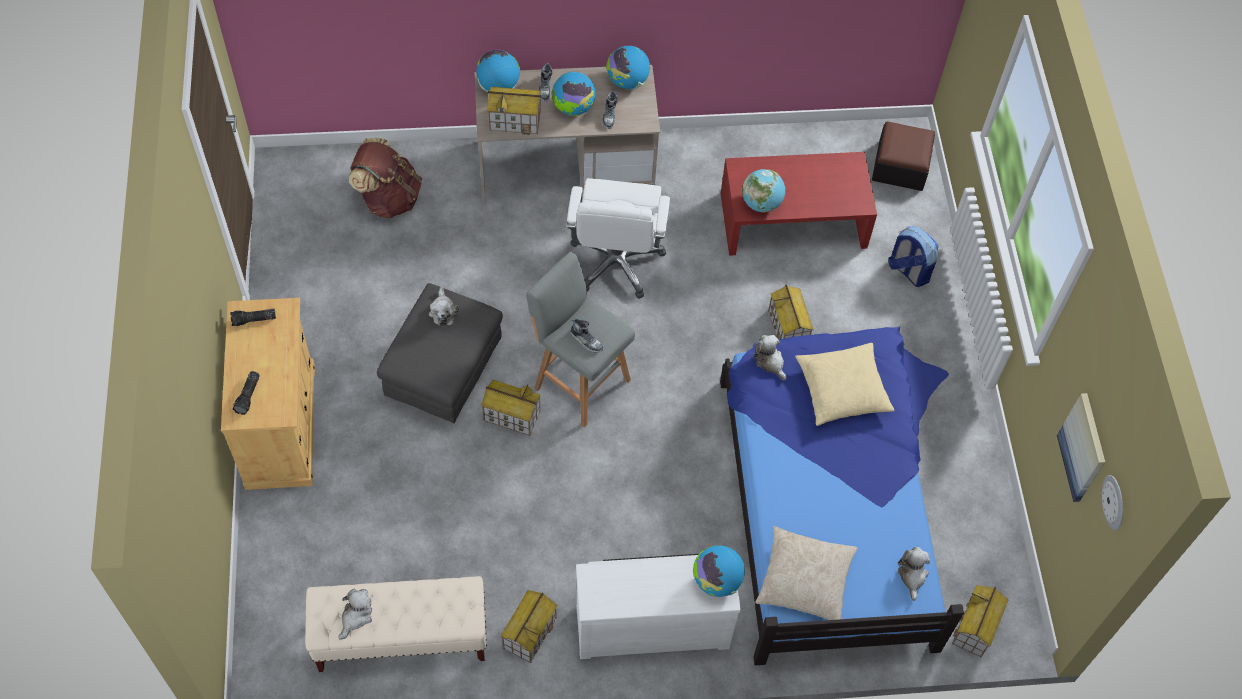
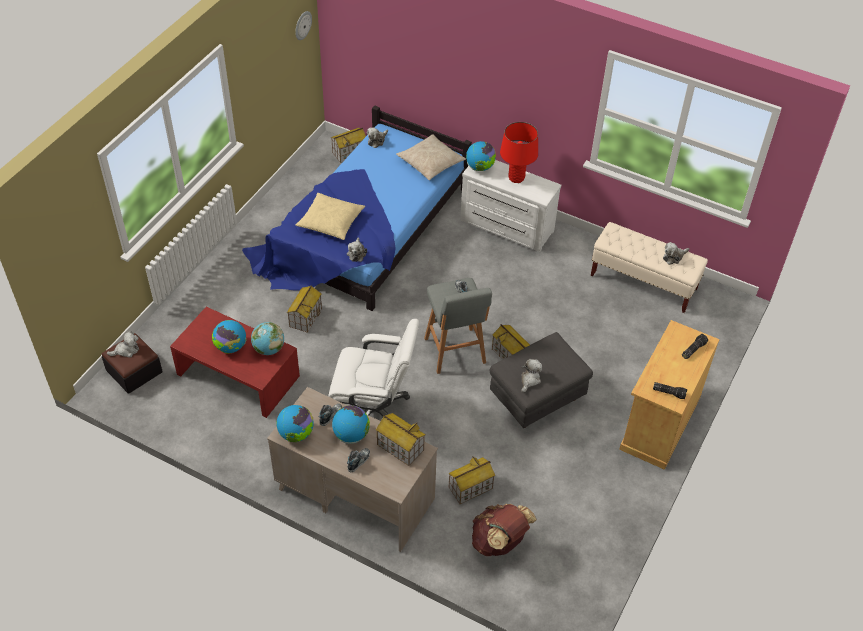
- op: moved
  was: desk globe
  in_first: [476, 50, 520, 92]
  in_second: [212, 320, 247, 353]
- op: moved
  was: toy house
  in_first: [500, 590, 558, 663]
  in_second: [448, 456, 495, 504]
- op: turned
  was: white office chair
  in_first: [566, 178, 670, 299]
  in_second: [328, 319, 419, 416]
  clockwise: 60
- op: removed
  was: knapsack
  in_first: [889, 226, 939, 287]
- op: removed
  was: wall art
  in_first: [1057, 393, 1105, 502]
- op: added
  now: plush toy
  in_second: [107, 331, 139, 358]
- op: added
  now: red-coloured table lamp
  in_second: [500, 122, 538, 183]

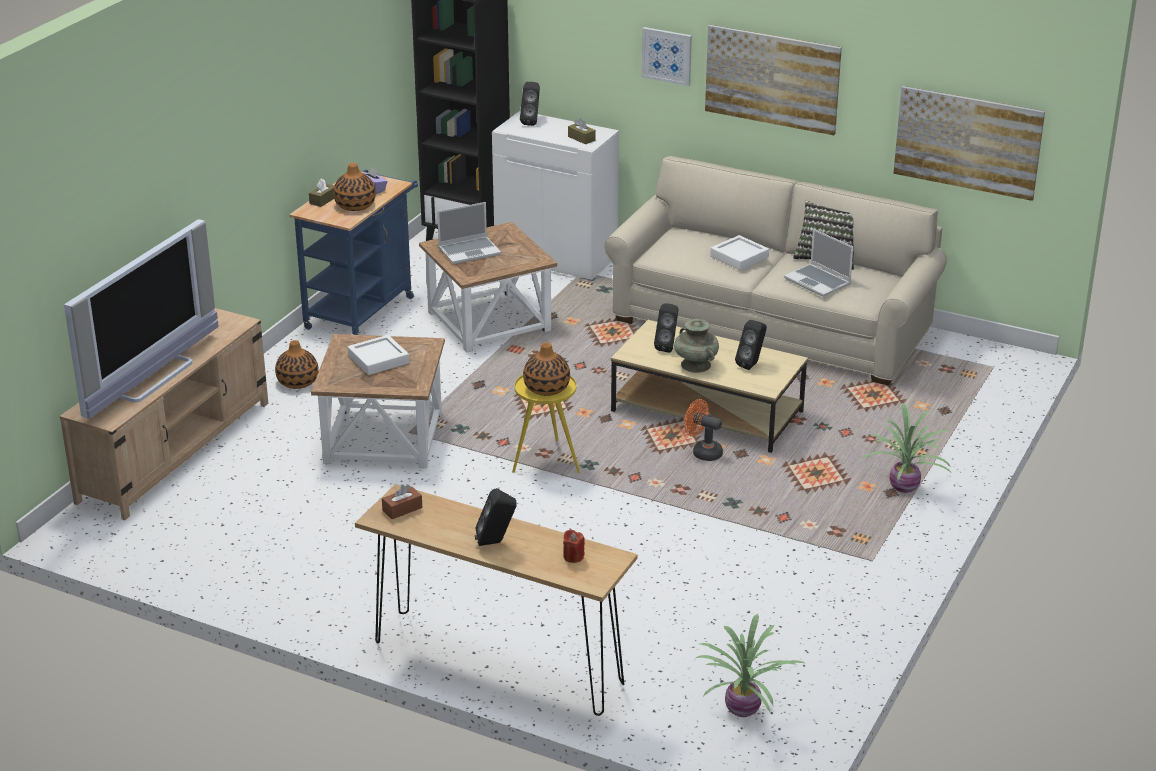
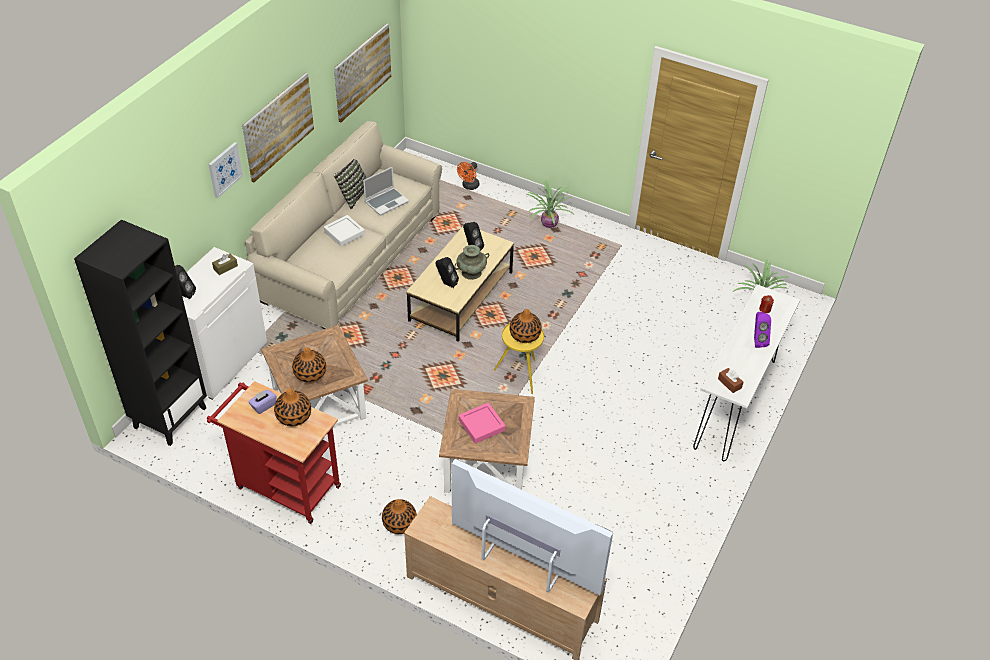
- op: recoloured
  was: blue wheeled cart
  now: red-coloured wheeled cart
  in_first: [289, 170, 418, 335]
  in_second: [207, 381, 341, 524]
- op: removed
  was: brownish tissue holder
  in_first: [309, 178, 334, 207]
- op: recoloured
  was: white tray
  now: pinkish tray
  in_first: [348, 335, 409, 375]
  in_second: [459, 403, 506, 444]
- op: recoloured
  was: brownish console table
  now: white console table
  in_first: [355, 484, 638, 716]
  in_second: [693, 284, 800, 461]
- op: replaced
  was: portable computer
  now: decorative vase
  in_first: [437, 202, 501, 264]
  in_second: [292, 347, 326, 383]
- op: recoloured
  was: black-coloured loudspeaker
  now: purple loudspeaker
  in_first: [475, 488, 517, 546]
  in_second: [754, 312, 771, 348]
- op: moved
  was: orange electric fan
  in_first: [684, 399, 723, 461]
  in_second: [457, 162, 479, 190]

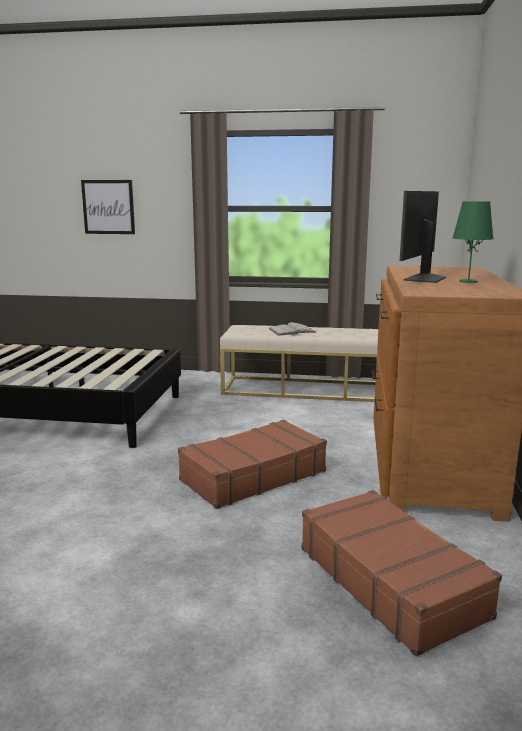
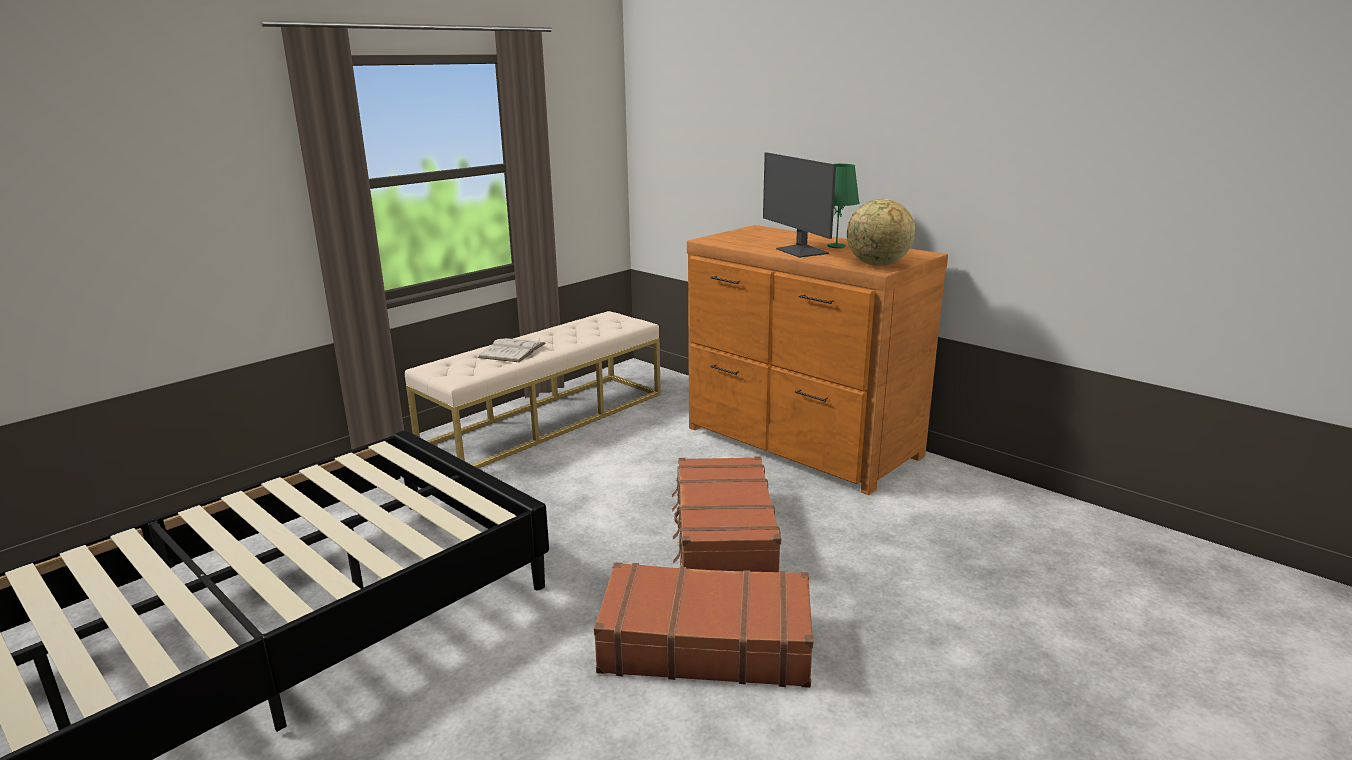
- op: removed
  was: wall art
  in_first: [81, 180, 135, 234]
- op: moved
  was: brownish piece of luggage
  in_first: [301, 490, 502, 656]
  in_second: [594, 562, 814, 688]
- op: added
  now: desk globe
  in_second: [847, 199, 915, 266]

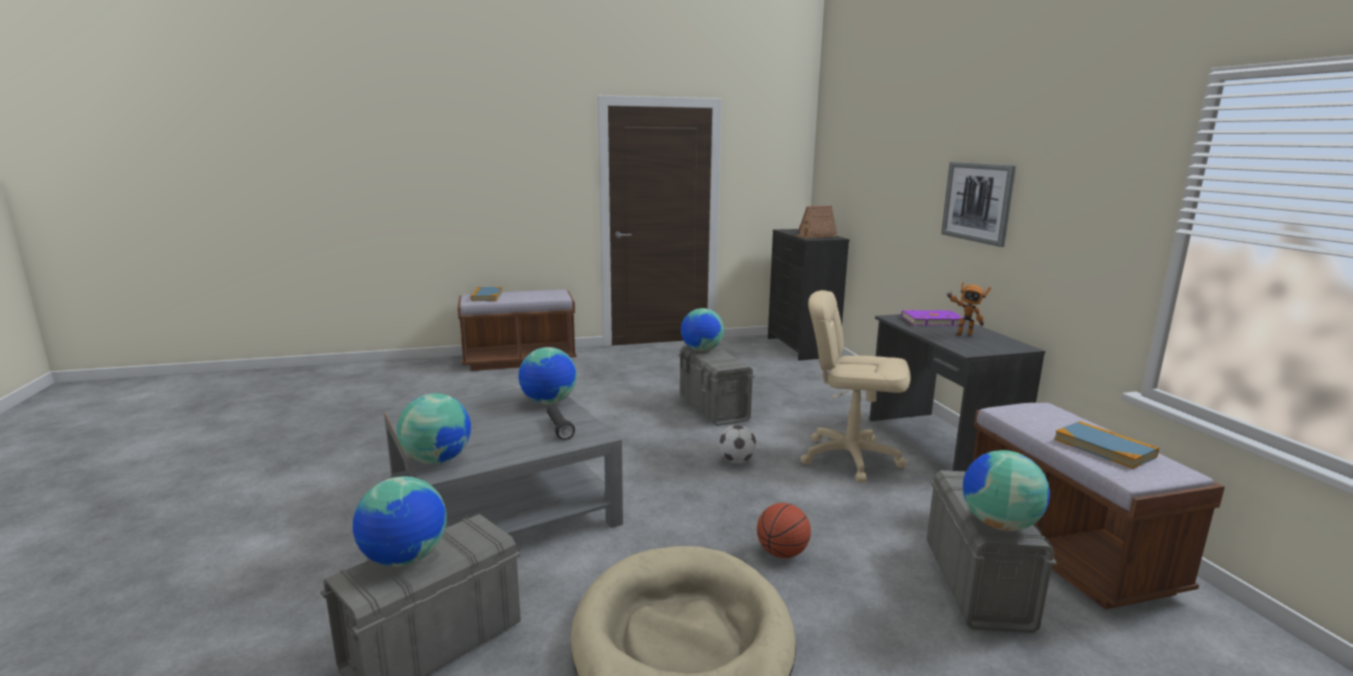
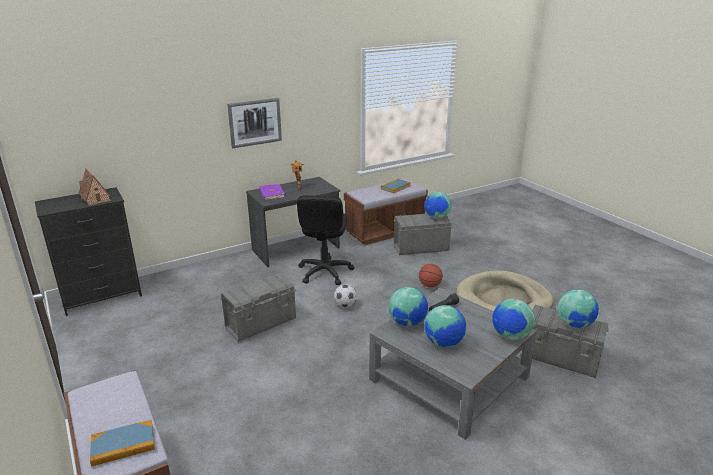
- op: moved
  was: desk globe
  in_first: [681, 308, 724, 352]
  in_second: [424, 305, 466, 347]
- op: recoloured
  was: beige office chair
  now: black-coloured office chair
  in_first: [800, 290, 911, 482]
  in_second: [297, 195, 354, 285]

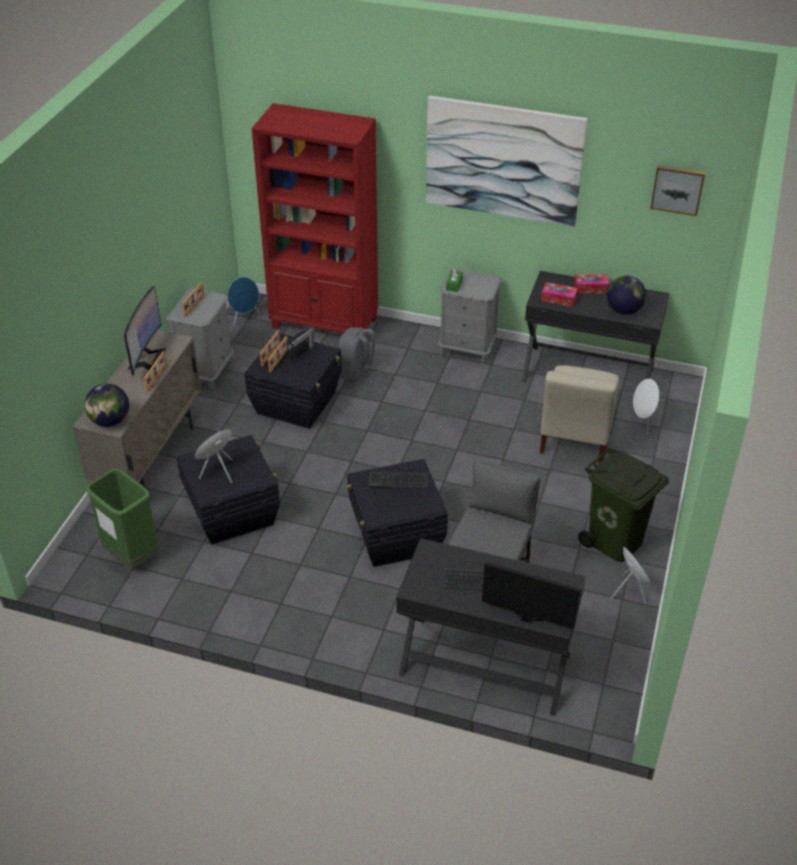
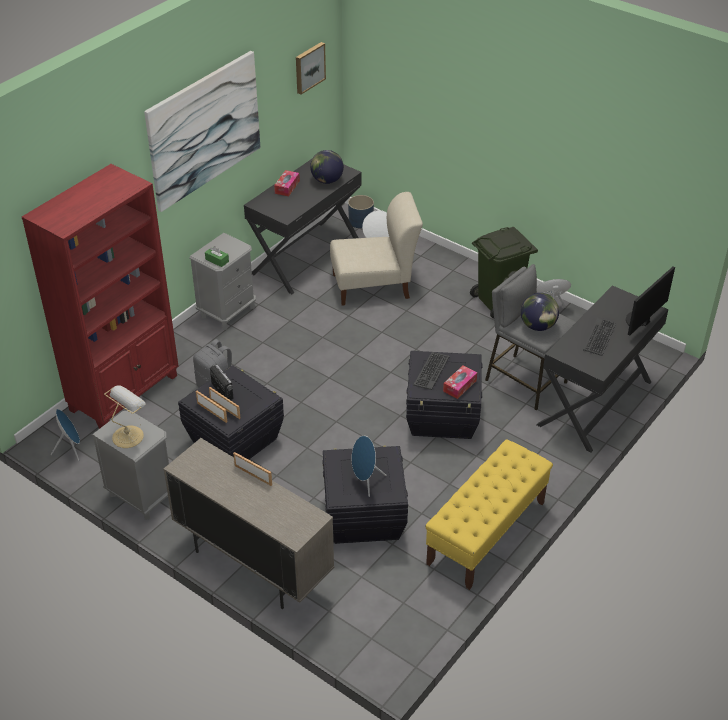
- op: moved
  was: desk globe
  in_first: [85, 384, 129, 427]
  in_second: [521, 293, 559, 331]
- op: removed
  was: green trash can
  in_first: [86, 469, 159, 568]
- op: removed
  was: monitor
  in_first: [124, 286, 166, 375]
- op: replaced
  was: picture frame
  now: table lamp
  in_first: [182, 282, 204, 317]
  in_second: [104, 386, 146, 448]
- op: turned
  was: beige plain chair
  in_first: [540, 365, 619, 463]
  in_second: [330, 192, 423, 306]
  clockwise: -45
- op: moved
  was: tissue holder
  in_first: [541, 282, 578, 307]
  in_second: [443, 366, 477, 399]
- op: added
  now: blue planter
  in_second: [348, 195, 374, 228]
- op: added
  now: yellowish long seat
  in_second: [425, 439, 553, 590]

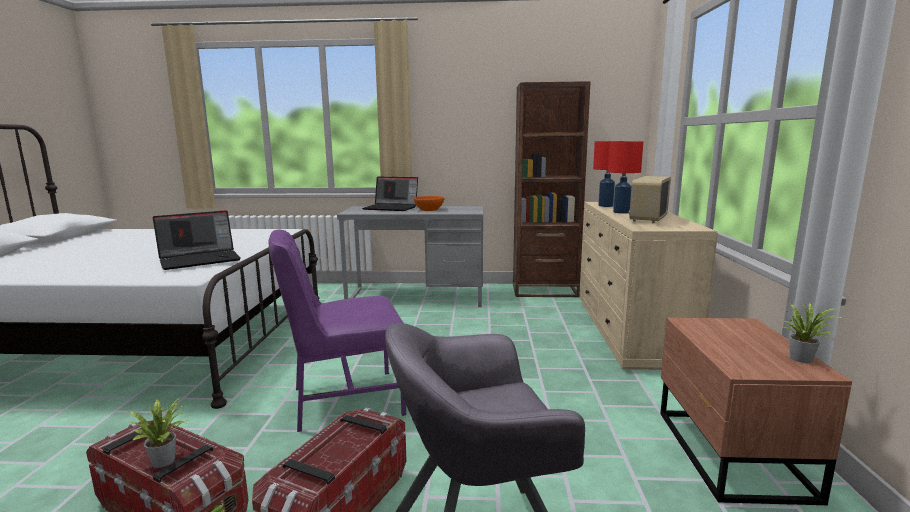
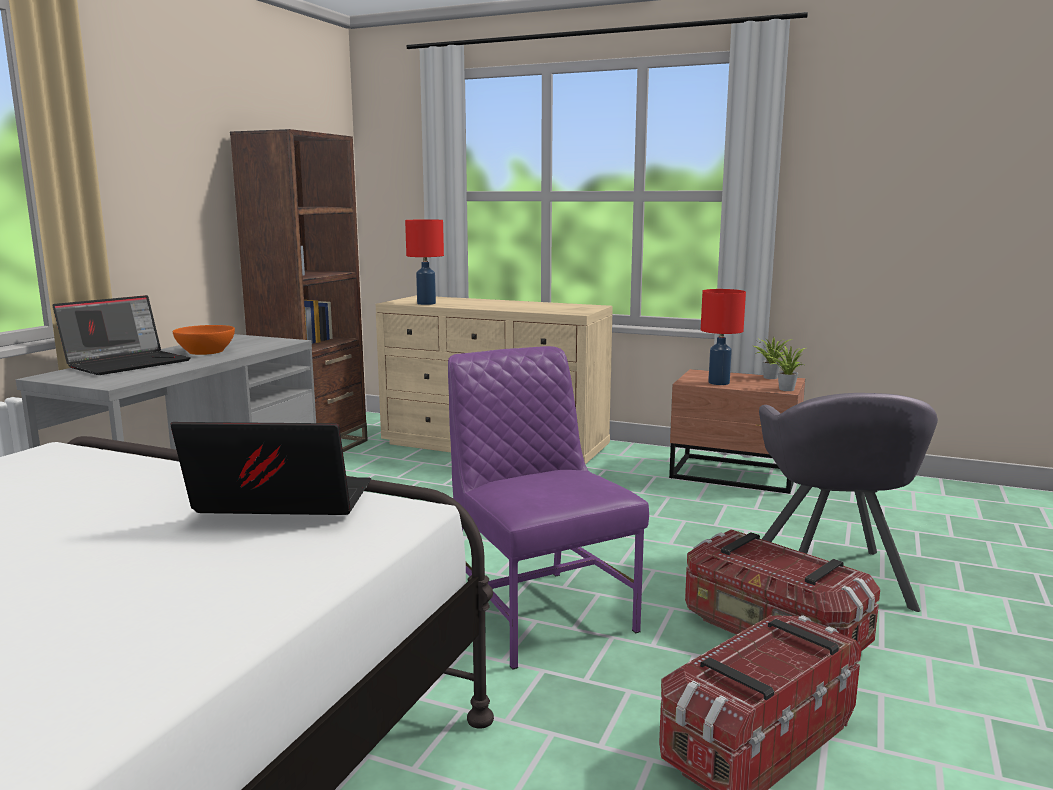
- op: moved
  was: houseplant
  in_first: [128, 397, 189, 468]
  in_second: [767, 346, 805, 391]
- op: turned
  was: portable computer
  in_first: [153, 210, 241, 270]
  in_second: [171, 422, 371, 515]
  clockwise: -75
- op: turned
  was: purple plain chair
  in_first: [269, 230, 406, 432]
  in_second: [448, 346, 649, 670]
  clockwise: 150
- op: moved
  was: red-coloured table lamp
  in_first: [608, 141, 643, 214]
  in_second: [701, 289, 746, 385]
- op: removed
  was: radio
  in_first: [629, 176, 671, 223]

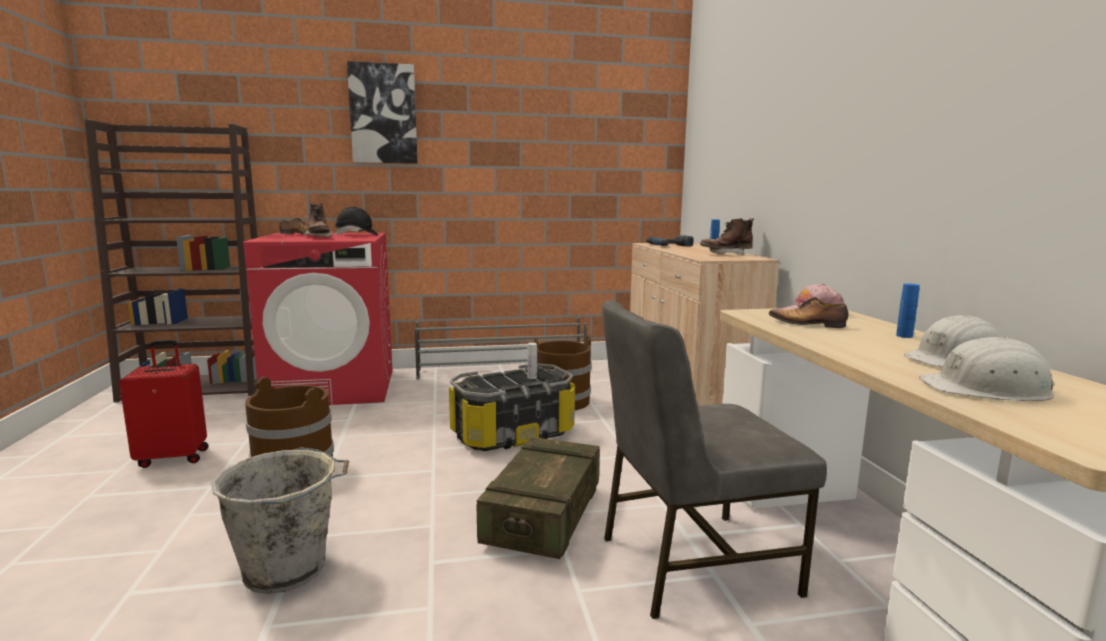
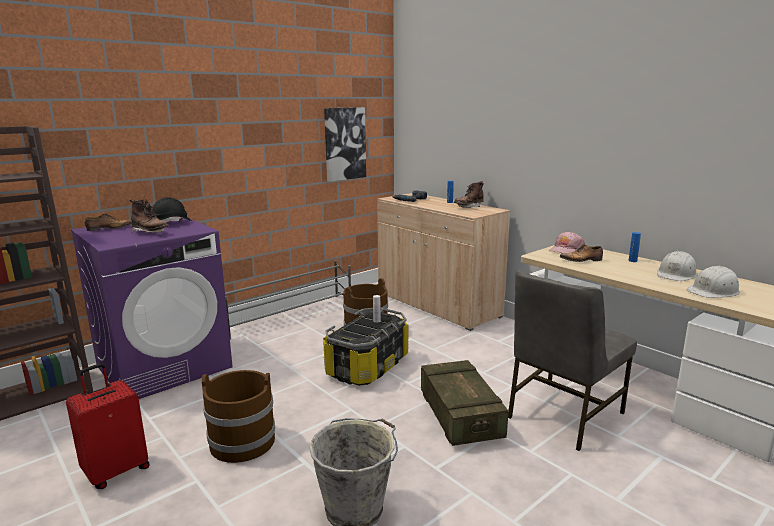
- op: recoloured
  was: red-coloured laundry appliance
  now: purple laundry appliance
  in_first: [243, 233, 393, 405]
  in_second: [71, 216, 233, 399]
- op: moved
  was: wall art
  in_first: [347, 61, 418, 164]
  in_second: [324, 107, 366, 182]

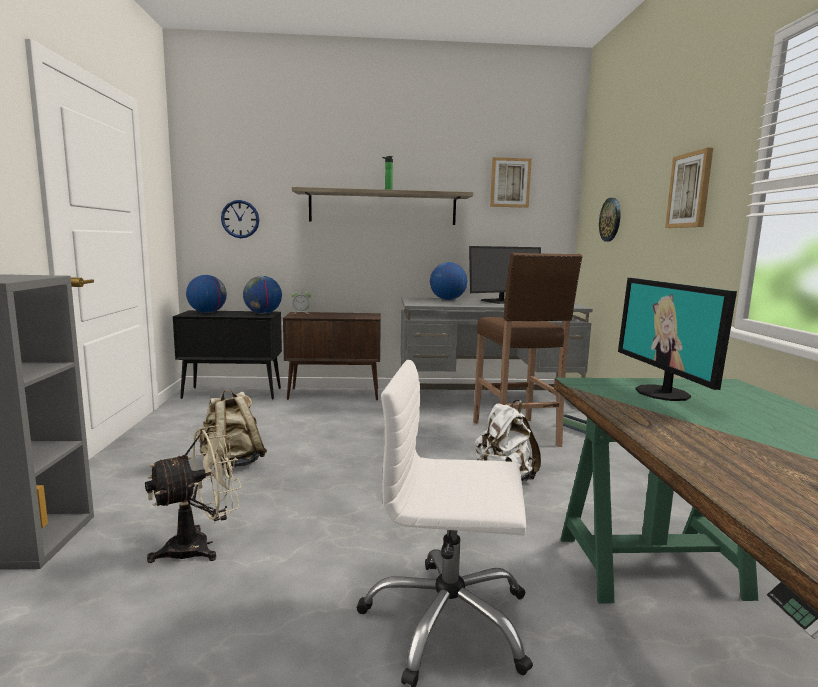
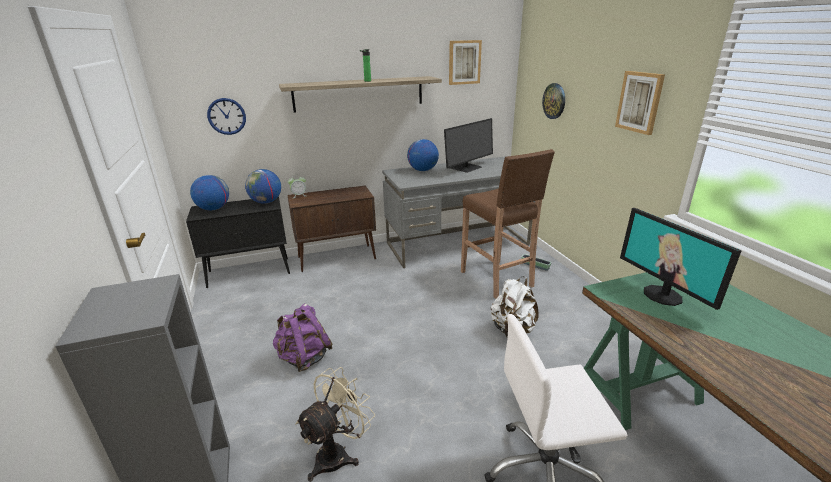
- op: recoloured
  was: beige knapsack
  now: purple knapsack
  in_first: [198, 390, 267, 470]
  in_second: [273, 303, 332, 372]

